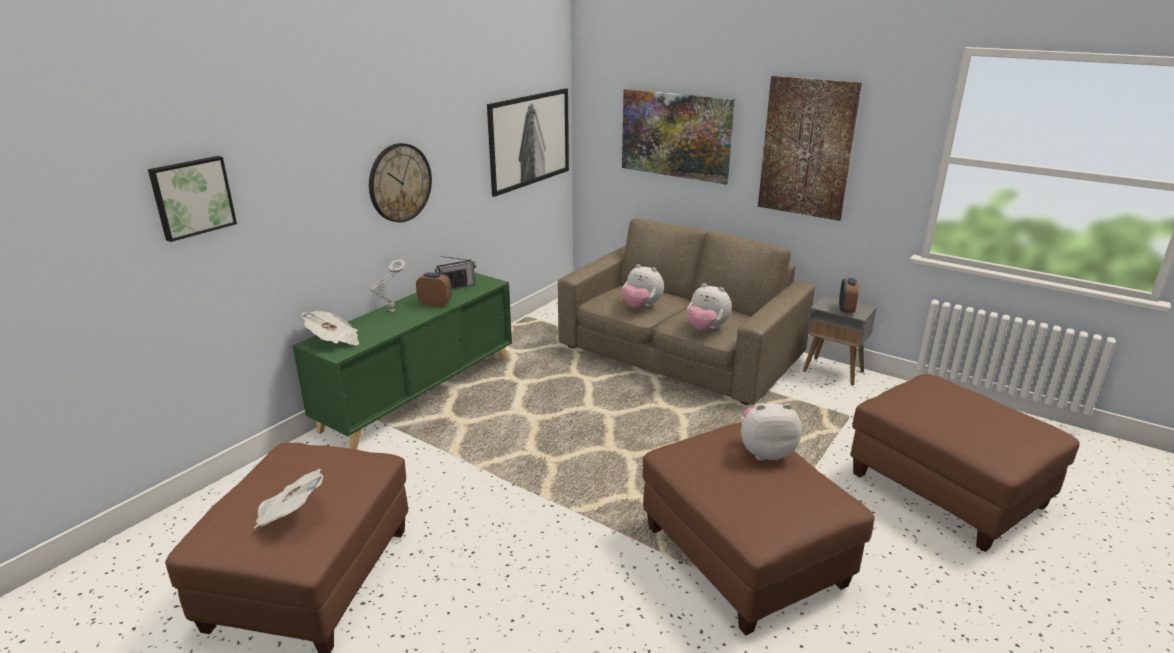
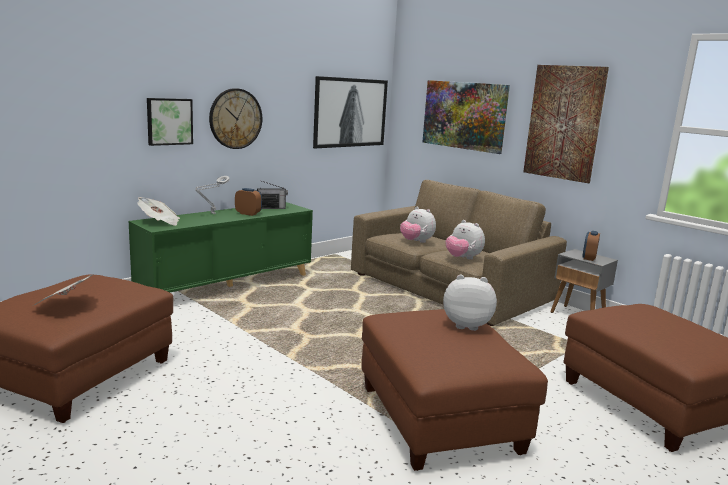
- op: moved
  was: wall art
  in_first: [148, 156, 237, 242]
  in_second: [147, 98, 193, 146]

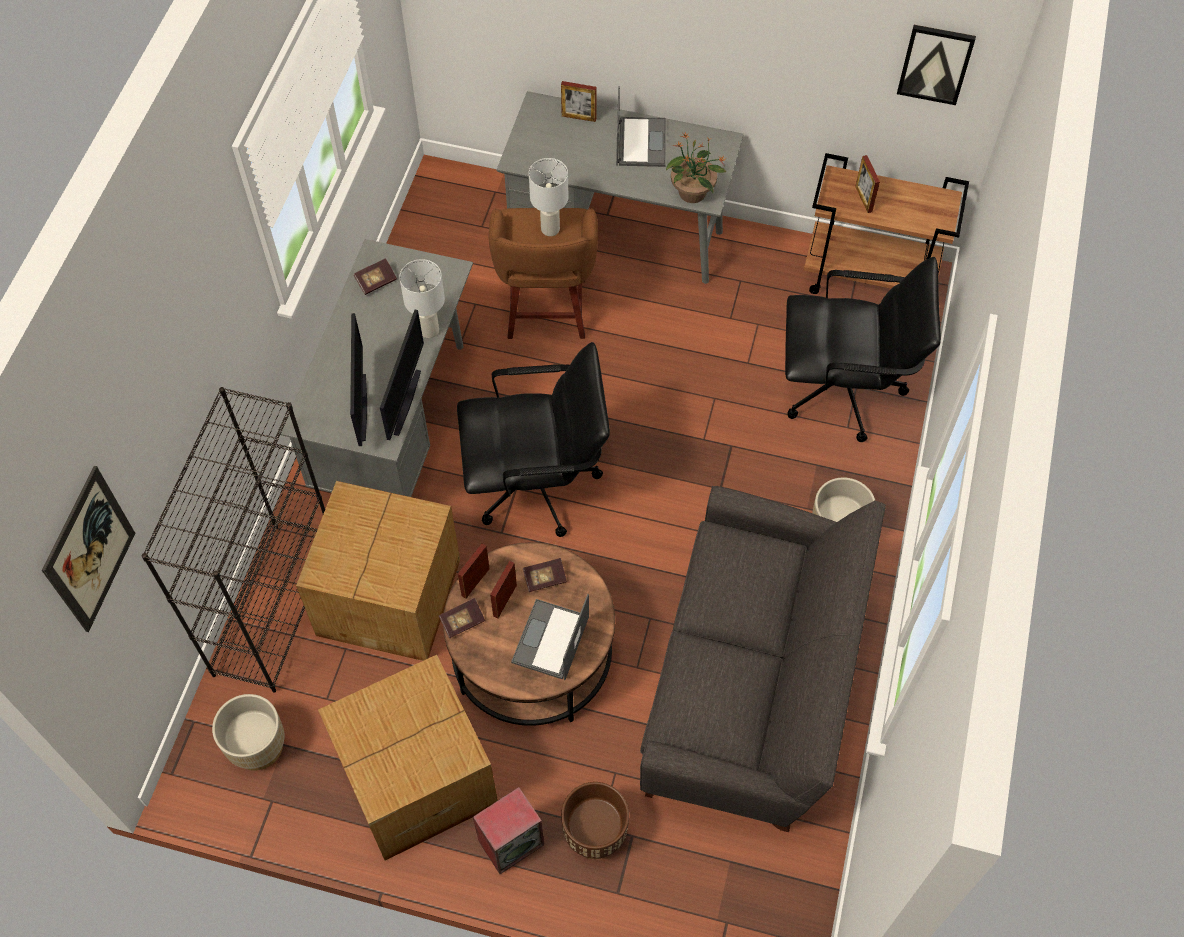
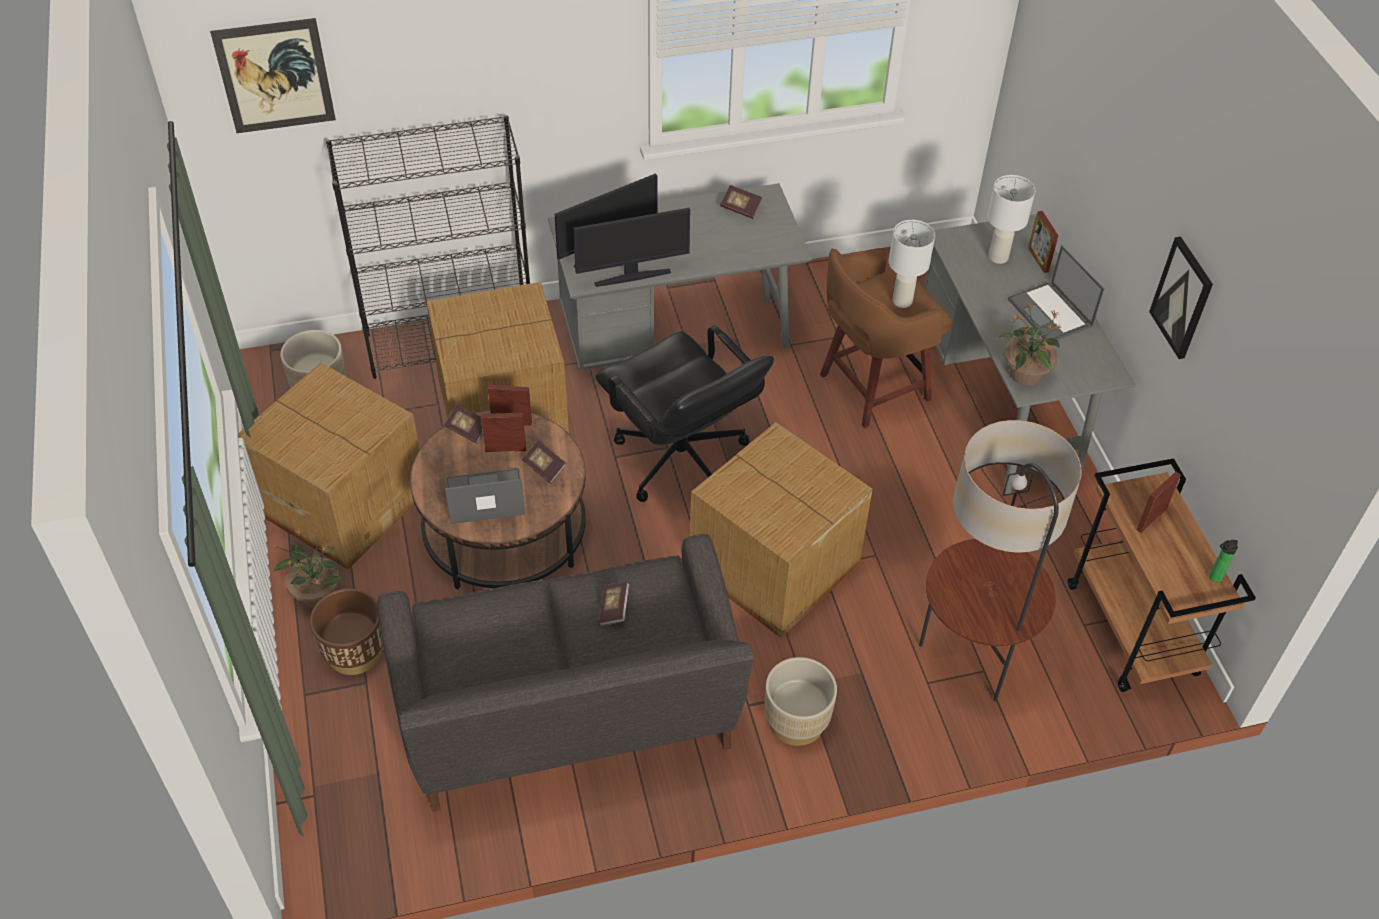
- op: moved
  was: white table lamp
  in_first: [399, 259, 445, 338]
  in_second: [987, 175, 1035, 264]
- op: replaced
  was: loudspeaker
  now: houseplant
  in_first: [473, 787, 544, 874]
  in_second: [271, 528, 344, 608]
- op: turned
  was: portable computer
  in_first: [616, 86, 666, 167]
  in_second: [1008, 245, 1104, 340]
  clockwise: 90
- op: replaced
  was: black-coloured office chair
  now: floor lamp
  in_first: [785, 257, 941, 442]
  in_second: [919, 420, 1081, 702]
- op: moved
  was: wall art
  in_first: [897, 25, 976, 105]
  in_second: [1149, 237, 1213, 359]
- op: added
  now: volume
  in_second: [599, 581, 629, 626]
- op: added
  now: carton
  in_second: [690, 422, 873, 638]
- op: added
  now: drink bottle
  in_second: [1209, 540, 1238, 582]

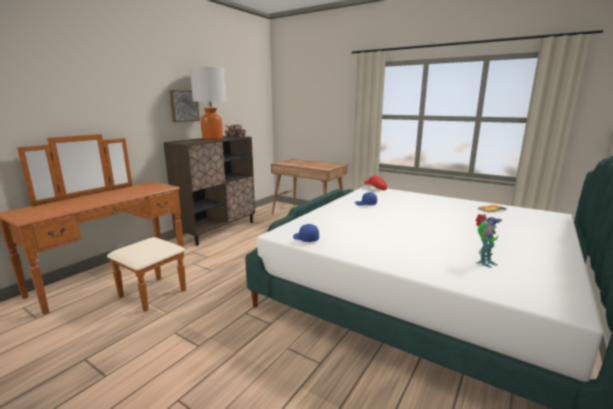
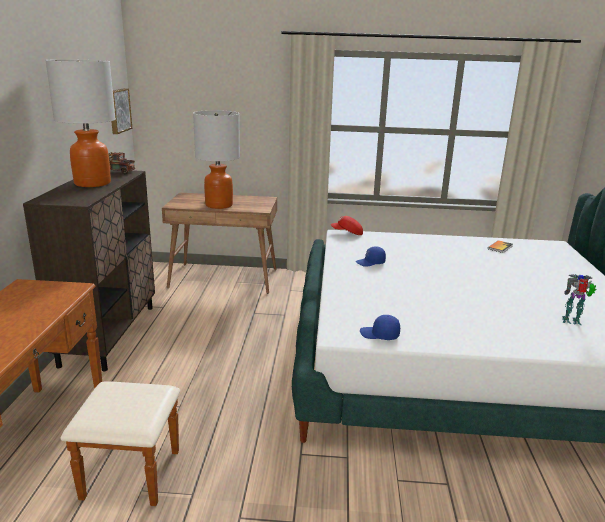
- op: moved
  was: wall art
  in_first: [169, 90, 200, 122]
  in_second: [111, 88, 132, 134]
- op: turned
  was: toy robot
  in_first: [475, 214, 502, 268]
  in_second: [562, 274, 596, 325]
  clockwise: -105
- op: added
  now: table lamp
  in_second: [193, 110, 240, 209]

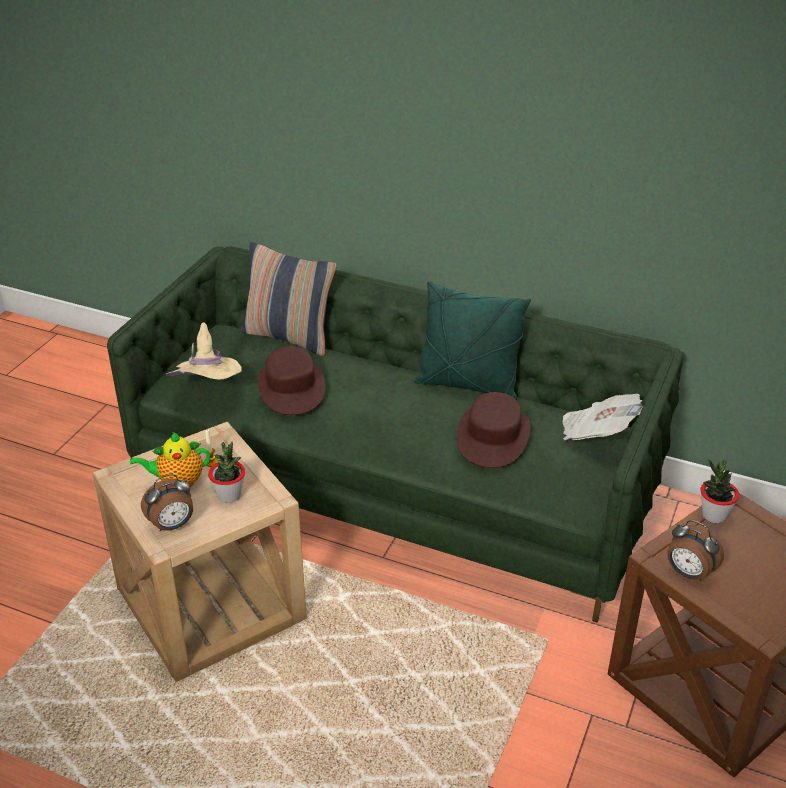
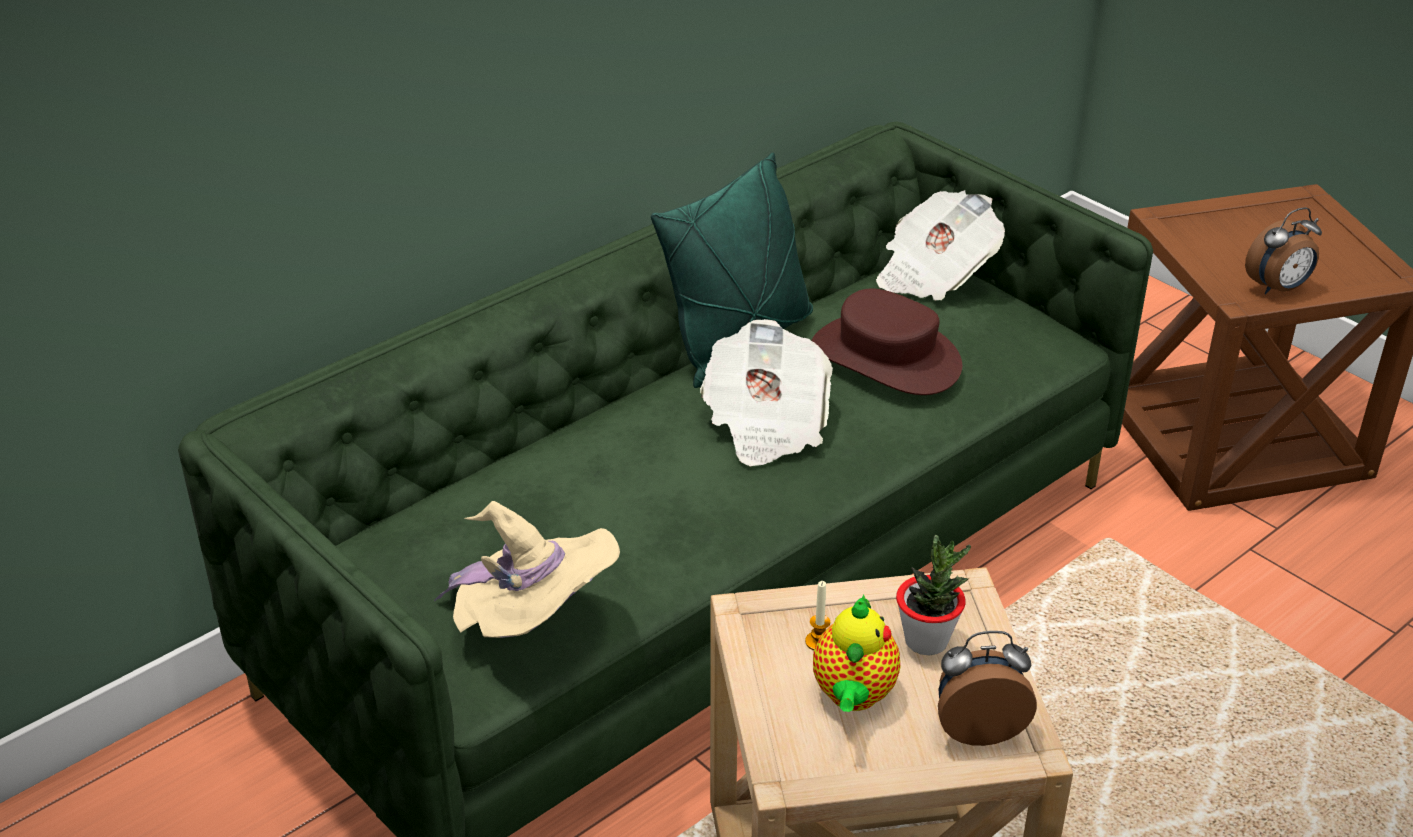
- op: turned
  was: alarm clock
  in_first: [141, 474, 193, 532]
  in_second: [938, 631, 1037, 746]
  clockwise: -90
- op: removed
  was: cushion
  in_first: [240, 242, 337, 356]
- op: removed
  was: brownish clothing hat
  in_first: [257, 346, 325, 415]
- op: removed
  was: houseplant
  in_first: [701, 459, 739, 524]
- op: added
  now: newspaper
  in_second: [700, 319, 833, 466]

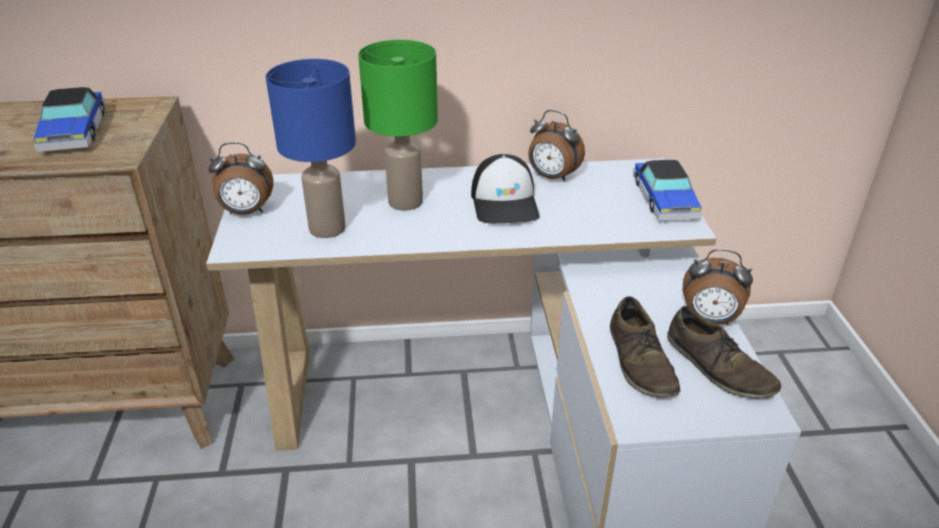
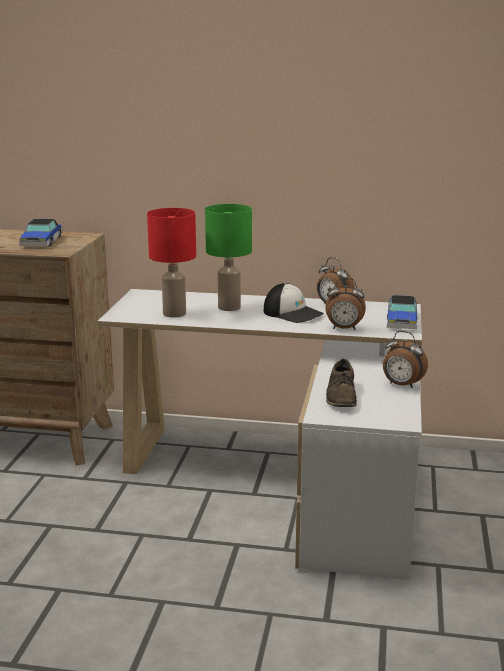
- op: moved
  was: alarm clock
  in_first: [209, 142, 273, 215]
  in_second: [325, 277, 366, 330]
- op: recoloured
  was: blue table lamp
  now: red-coloured table lamp
  in_first: [266, 59, 356, 238]
  in_second: [147, 208, 196, 318]
- op: turned
  was: cap
  in_first: [471, 154, 540, 224]
  in_second: [264, 283, 324, 323]
  clockwise: -60
- op: removed
  was: brownish shoe
  in_first: [667, 306, 781, 399]

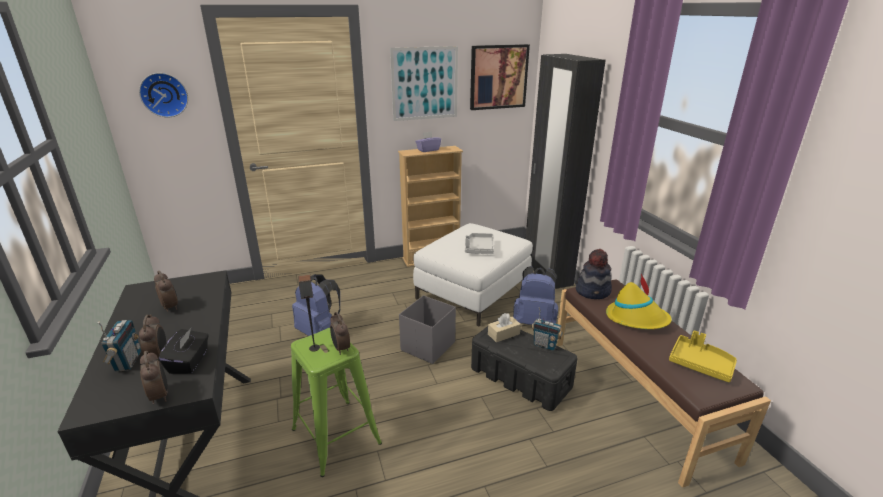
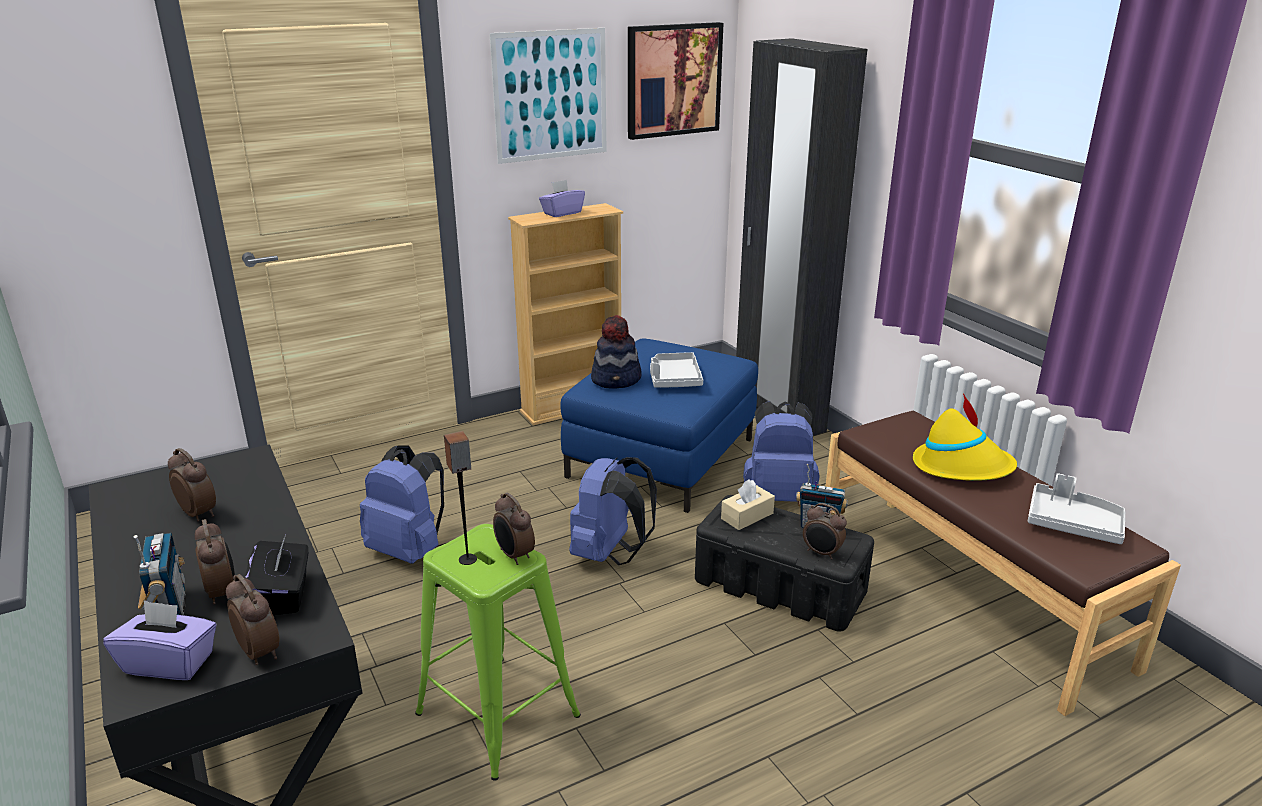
- op: removed
  was: wall clock
  in_first: [139, 73, 188, 117]
- op: replaced
  was: grey storage box
  now: blue knapsack
  in_first: [399, 295, 456, 364]
  in_second: [569, 457, 657, 565]
- op: recoloured
  was: white ottoman
  now: blue ottoman
  in_first: [413, 223, 533, 327]
  in_second: [560, 338, 758, 513]
- op: moved
  was: clothing hat
  in_first: [576, 249, 612, 299]
  in_second: [591, 315, 642, 389]
- op: recoloured
  was: yellowish tray
  now: grey tray
  in_first: [669, 331, 737, 382]
  in_second: [1028, 473, 1125, 544]
- op: added
  now: purple tissue holder
  in_second: [104, 600, 216, 680]
- op: added
  now: alarm clock
  in_second: [803, 503, 847, 559]

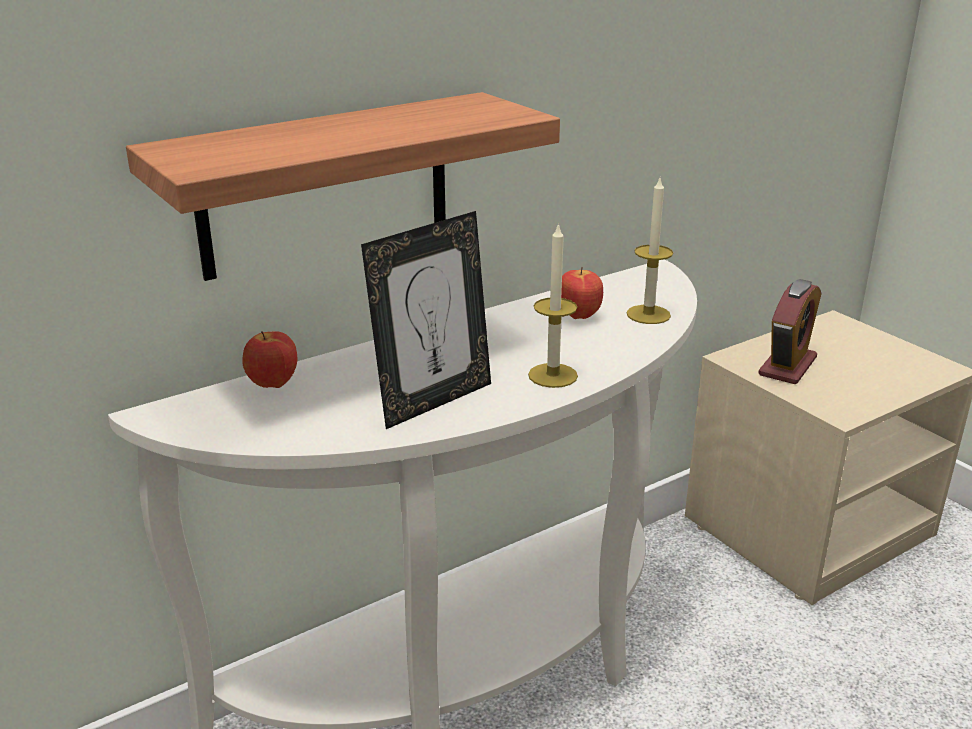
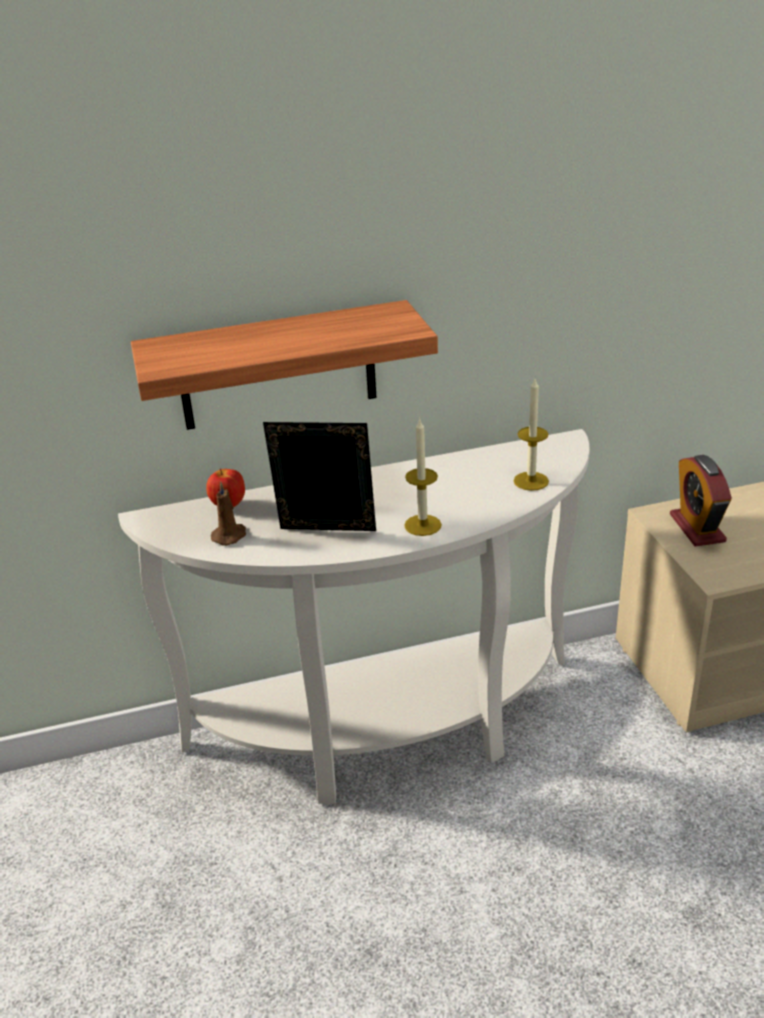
- op: turned
  was: picture frame
  in_first: [361, 211, 491, 429]
  in_second: [263, 422, 376, 531]
  clockwise: -150
- op: removed
  was: apple
  in_first: [561, 267, 603, 319]
- op: turned
  was: alarm clock
  in_first: [759, 279, 821, 385]
  in_second: [670, 455, 732, 547]
  clockwise: 120
- op: added
  now: brownish candle
  in_second: [211, 482, 247, 546]

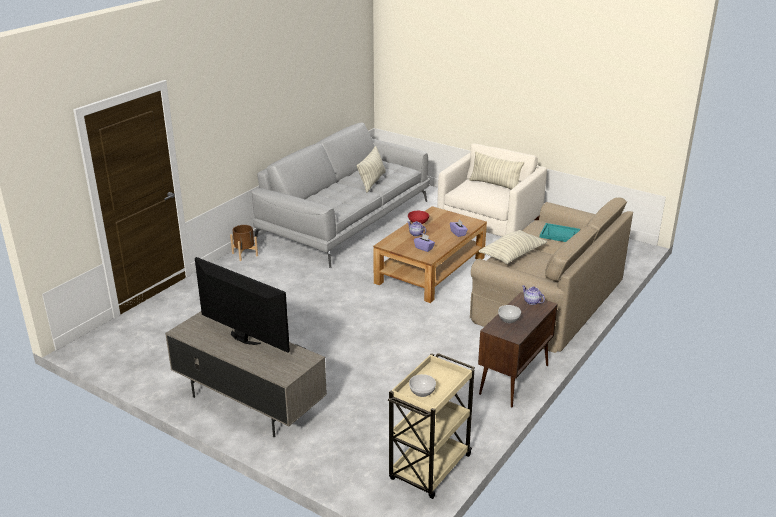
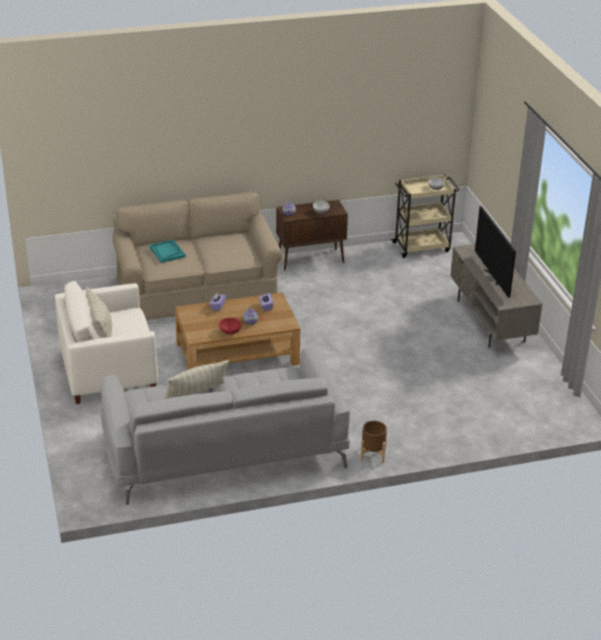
- op: removed
  was: cushion
  in_first: [479, 230, 547, 264]

